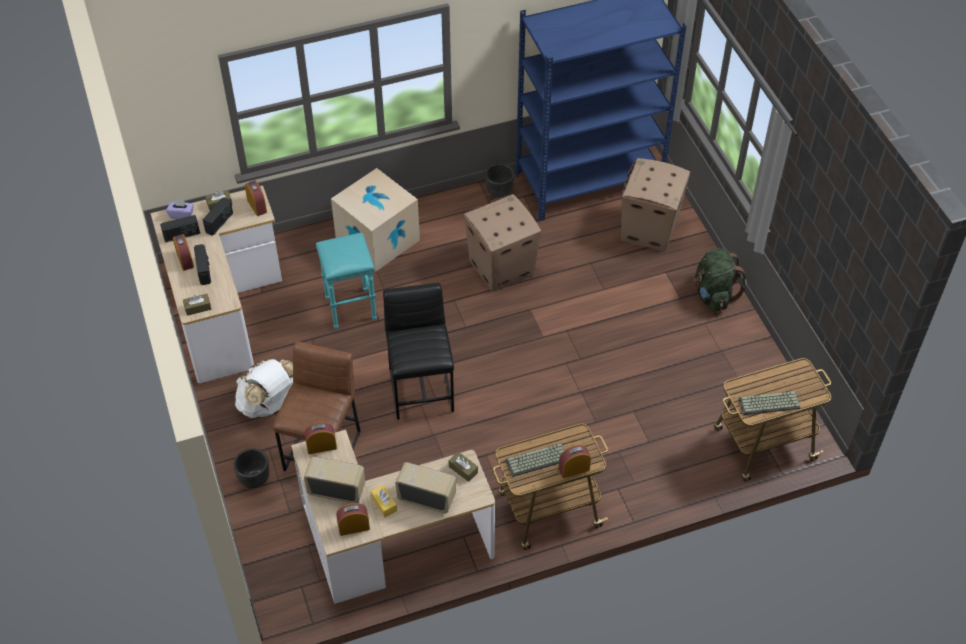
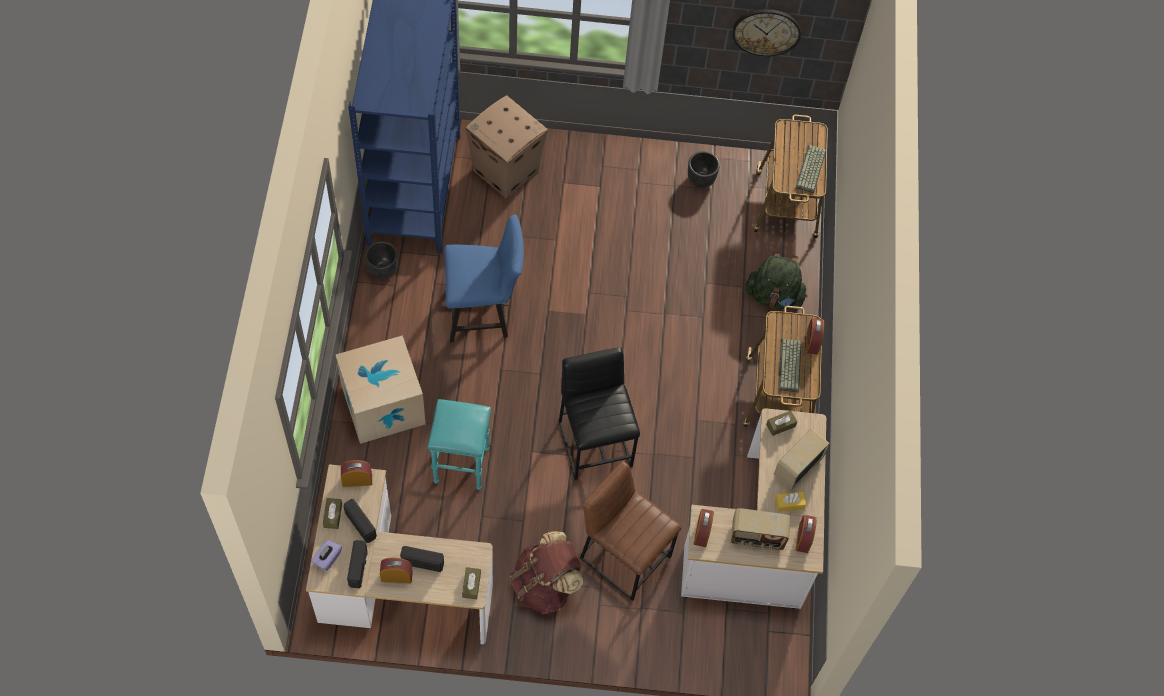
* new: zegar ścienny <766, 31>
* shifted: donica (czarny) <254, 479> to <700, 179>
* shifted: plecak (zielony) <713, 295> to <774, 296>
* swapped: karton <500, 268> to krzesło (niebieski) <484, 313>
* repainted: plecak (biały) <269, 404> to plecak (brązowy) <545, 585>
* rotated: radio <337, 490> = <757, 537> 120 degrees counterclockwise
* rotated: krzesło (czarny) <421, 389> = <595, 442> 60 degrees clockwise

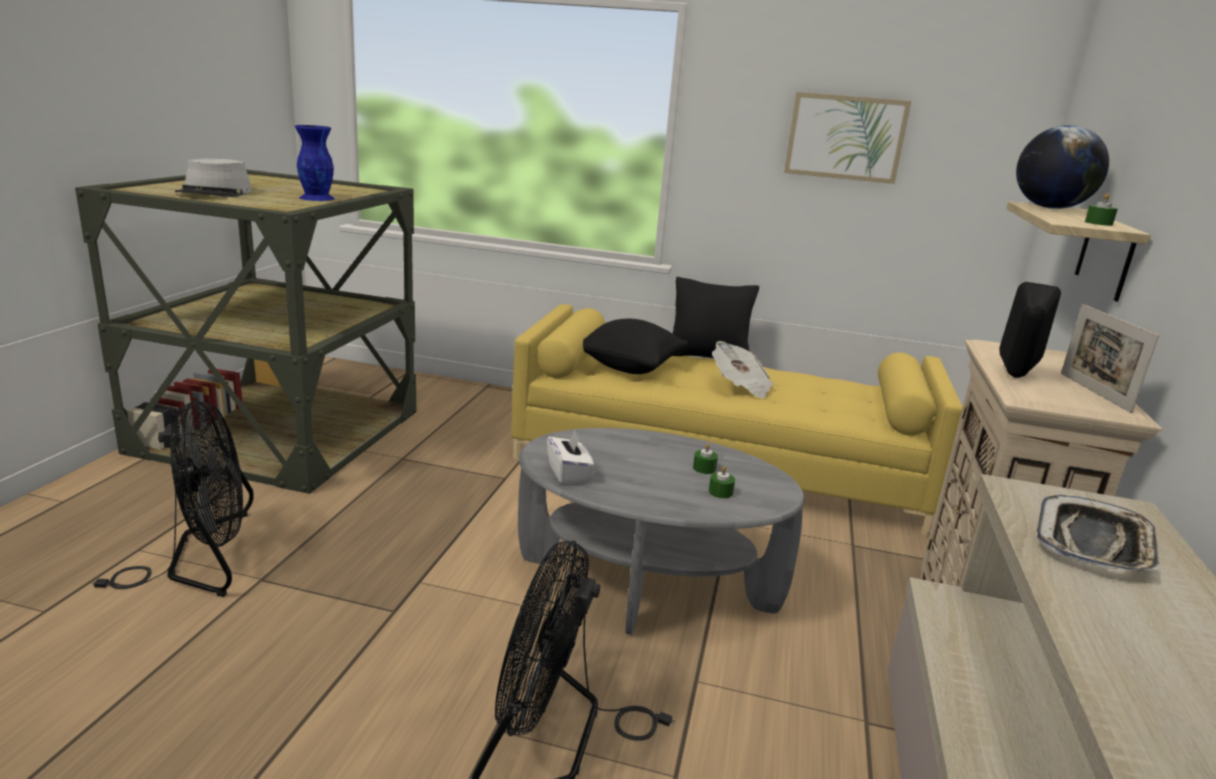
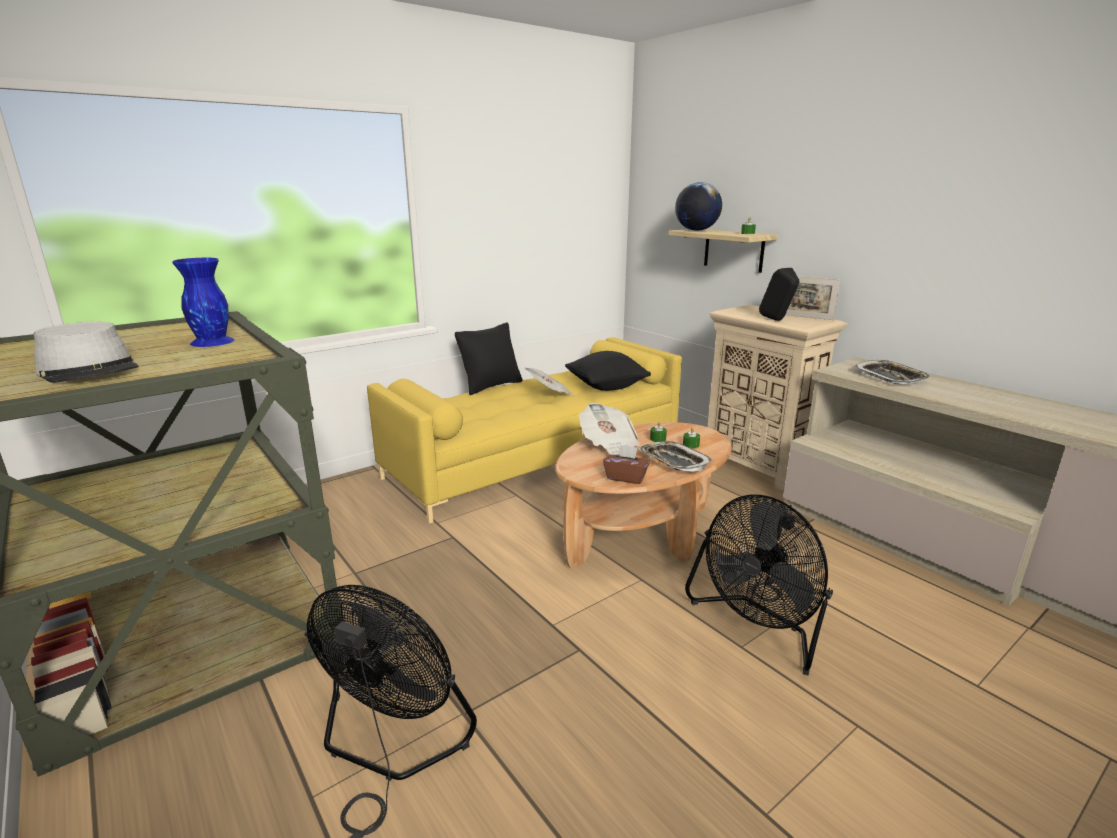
* gone: obraz <845, 137>
* new: gazeta <609, 445>
* new: taca <673, 461>
* shifted: poduszka (czarny) <630, 367> to <606, 387>
* repainted: ława (szary) <646, 585> to ława (brązowy) <641, 535>
* repainted: pudełko chusteczek (biały) <568, 473> to pudełko chusteczek (brązowy) <626, 477>

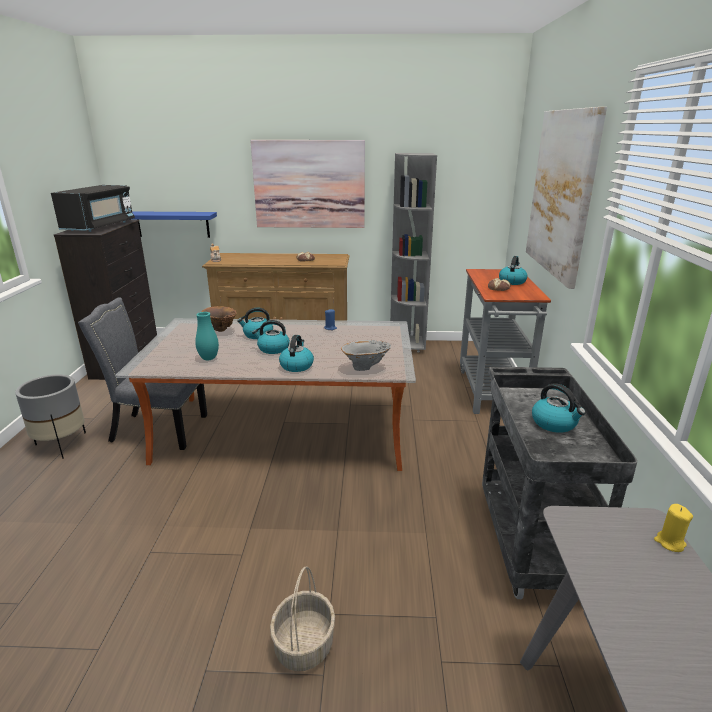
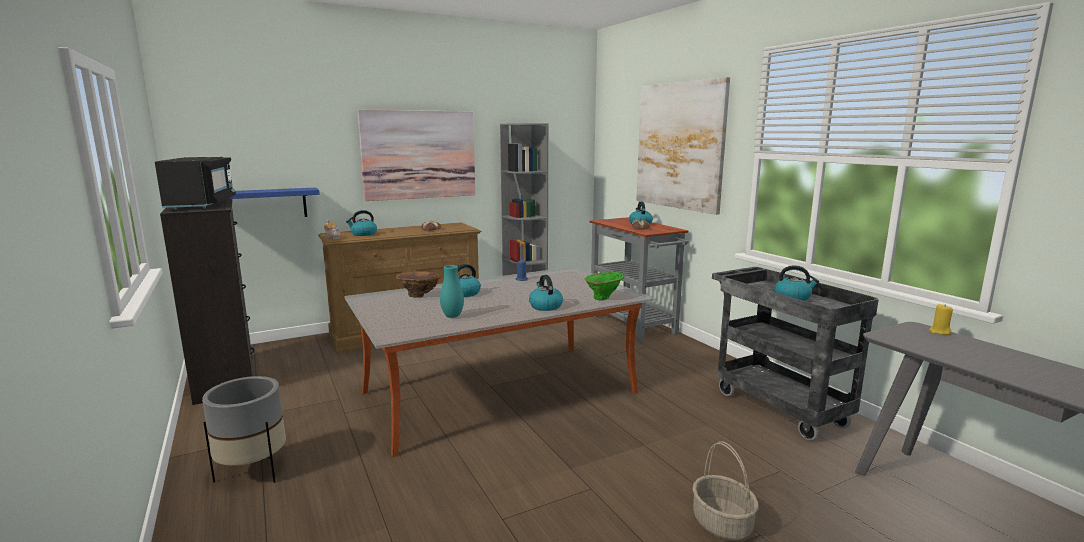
* gone: krzesło (szary) <161, 430>
* shifted: czajnik <273, 349> to <363, 234>
* repainted: wazon (szary) <366, 368> to wazon (zielony) <604, 298>

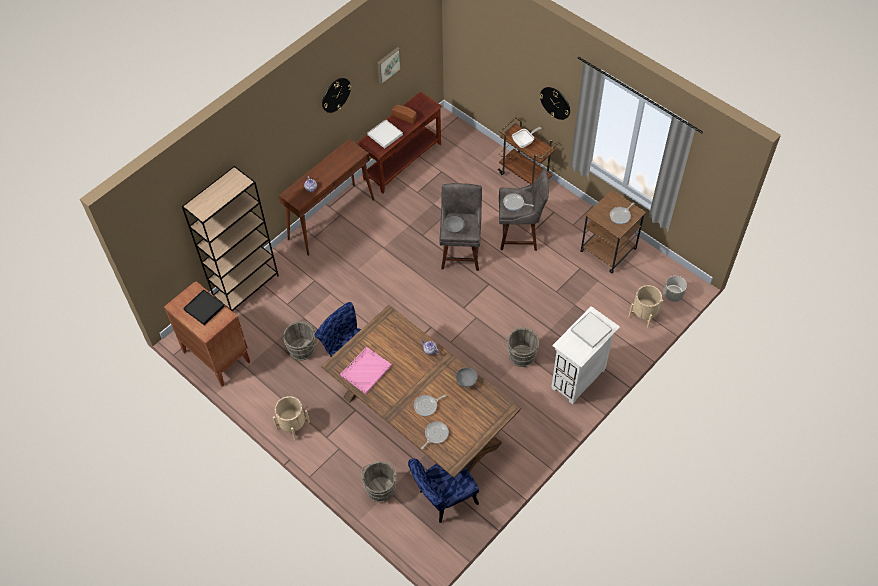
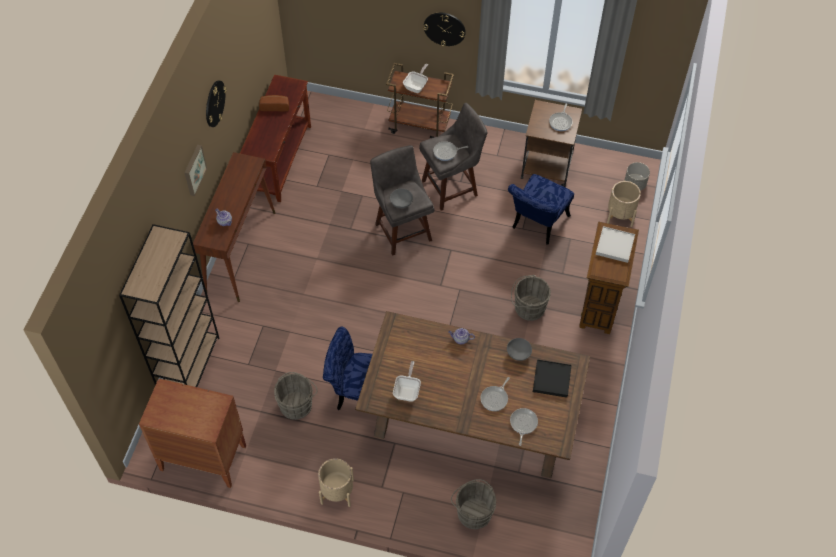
* gone: taca (biały) <385, 135>
* shifted: taca (czarny) <204, 308> to <552, 379>
* shifted: obraz <388, 65> to <193, 170>
* shifted: krzesło (niebieski) <443, 498> to <537, 225>
* swapped: taca (różowy) <366, 370> to patelnia <407, 390>
* repainted: szafka (biały) <578, 380> to szafka (brązowy) <599, 308>

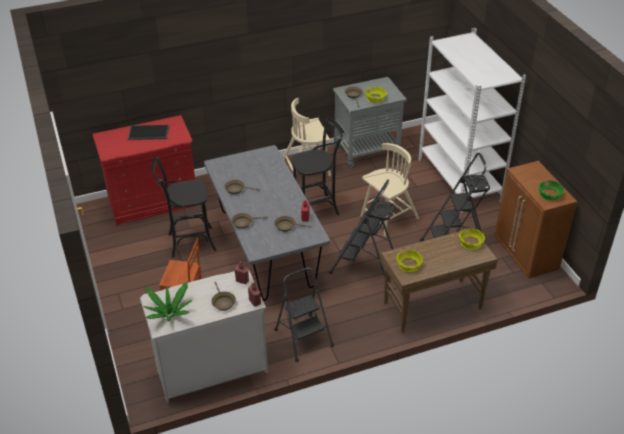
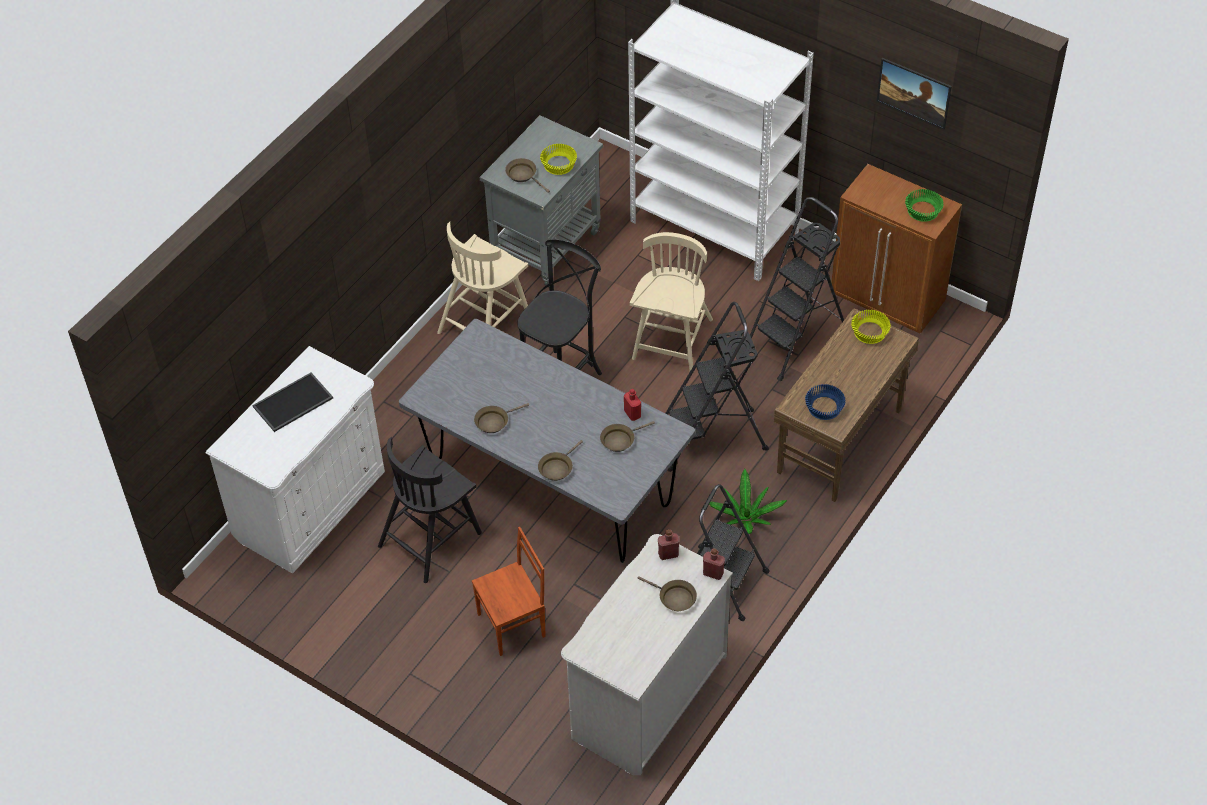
* new: obraz <912, 103>
* shifted: roślina doniczkowa <169, 313> to <745, 517>
* swapped: stołek (czarny) <189, 242> to krzesło (czarny) <431, 537>
* repainted: komoda (czerwony) <153, 203> to komoda (biały) <311, 505>
* repainted: miska (żółty) <409, 265> to miska (niebieski) <825, 408>

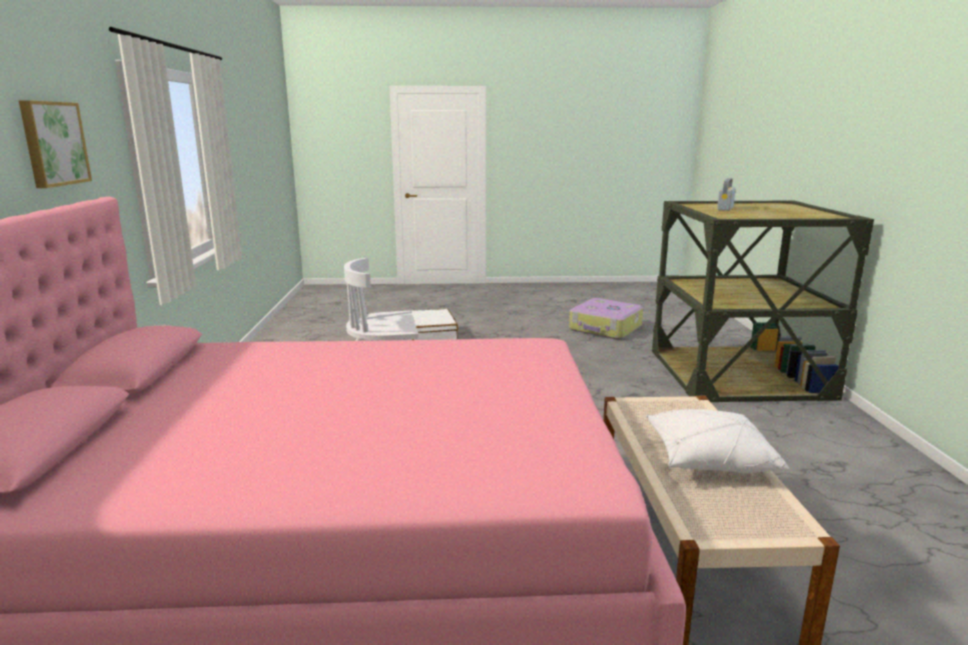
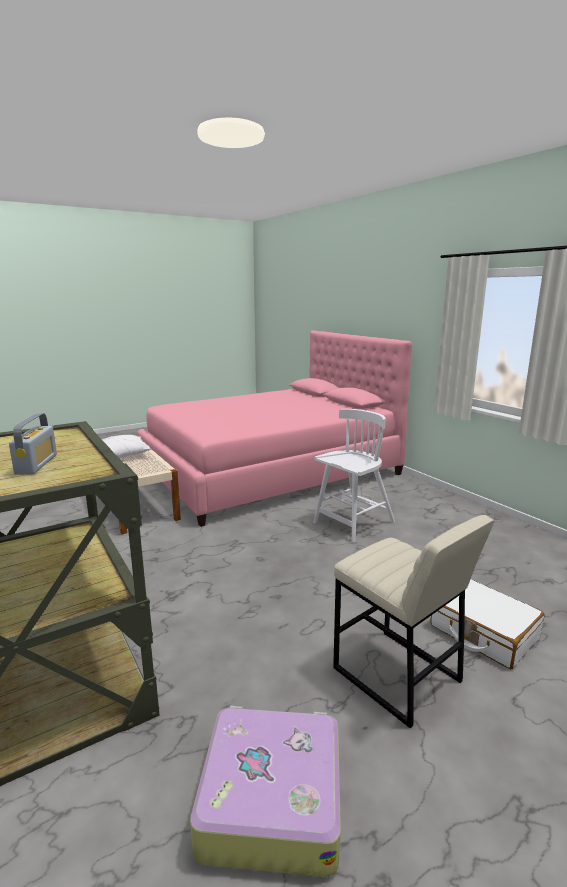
* gone: obraz <53, 143>
* new: krzesło (beżowy) <399, 676>

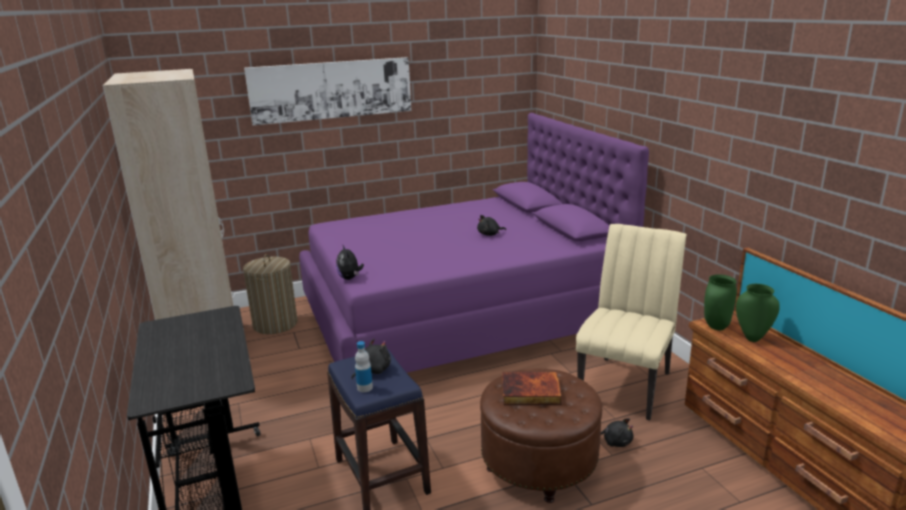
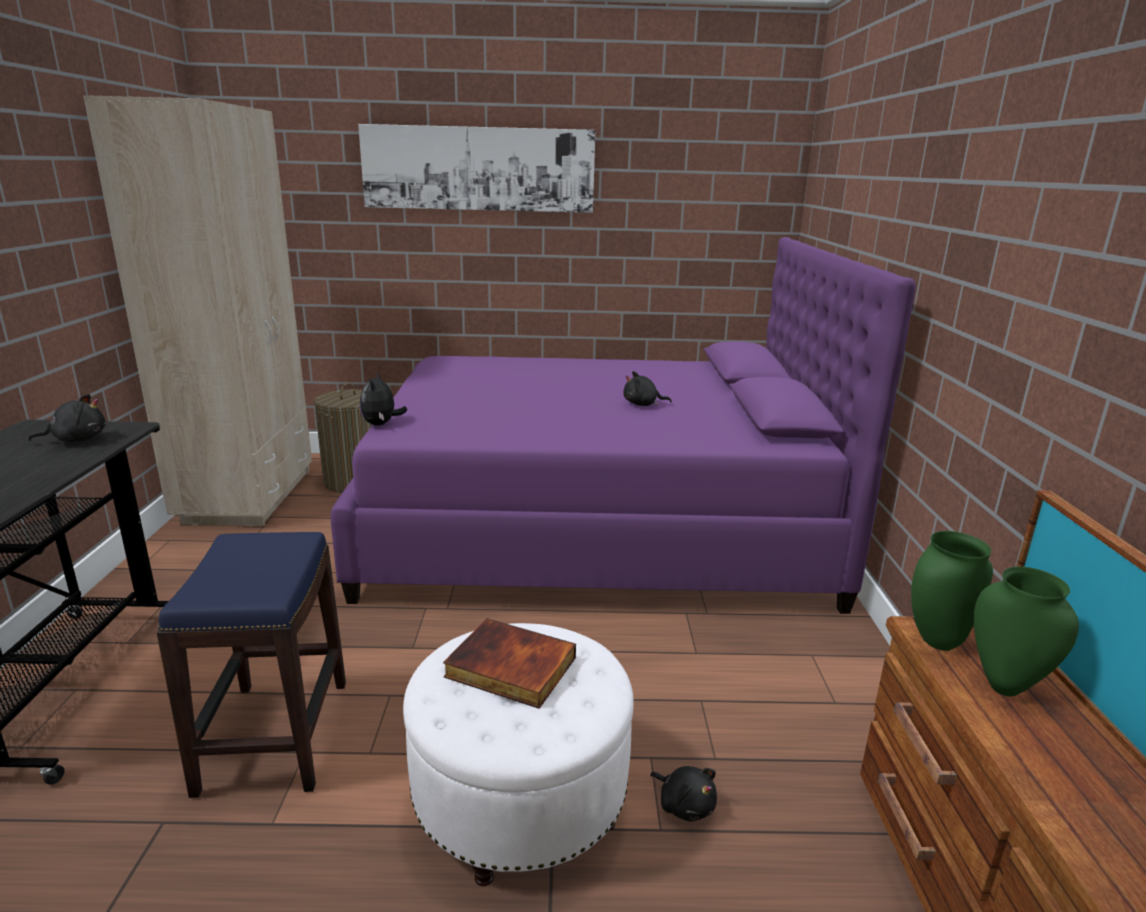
* gone: butelka <365, 388>
* gone: krzesło (beżowy) <625, 387>
* shifted: pluszak (czarny) <373, 370> to <76, 439>
* repainted: pufa (brązowy) <539, 464> to pufa (biały) <520, 802>

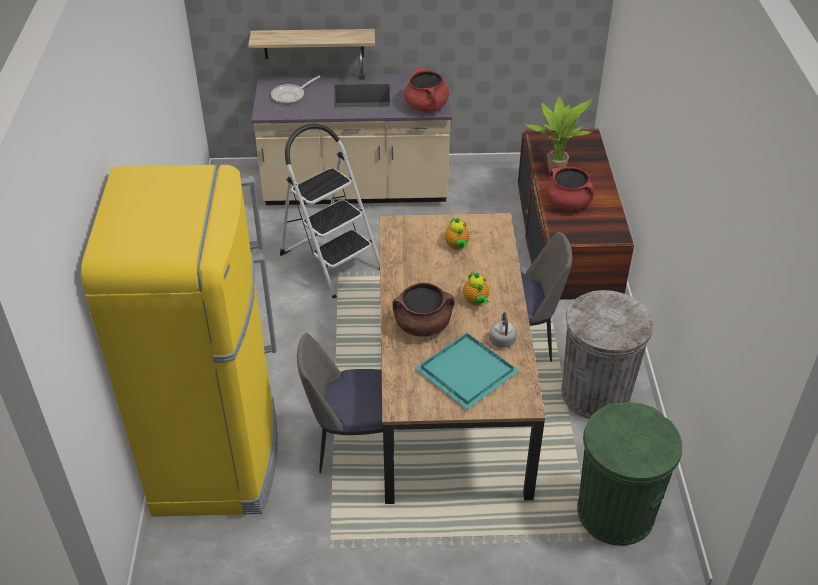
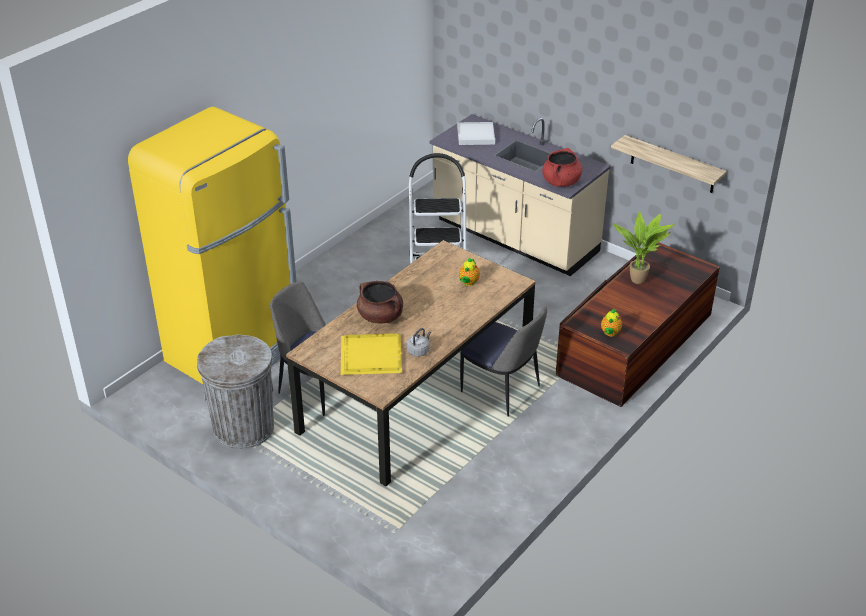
* gone: garnek (czerwony) <568, 203>
* gone: kosz na śmieci (zielony) <615, 513>
* shifted: półka <313, 43> to <672, 165>
* shifted: imbryk <476, 301> to <610, 333>
* shifted: kosz na śmieci (szary) <596, 394> to <244, 428>
* swapped: patelnia <290, 96> to taca (biały) <476, 135>
* repainted: taca (turkusowy) <469, 372> to taca (żółty) <372, 357>

